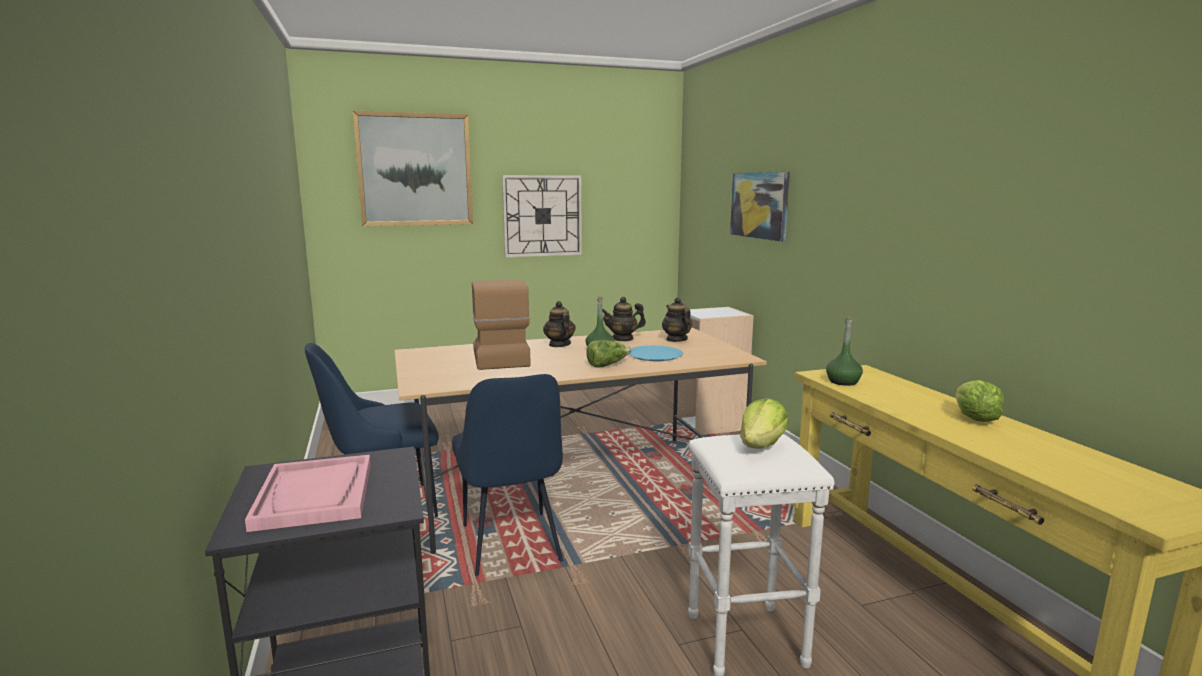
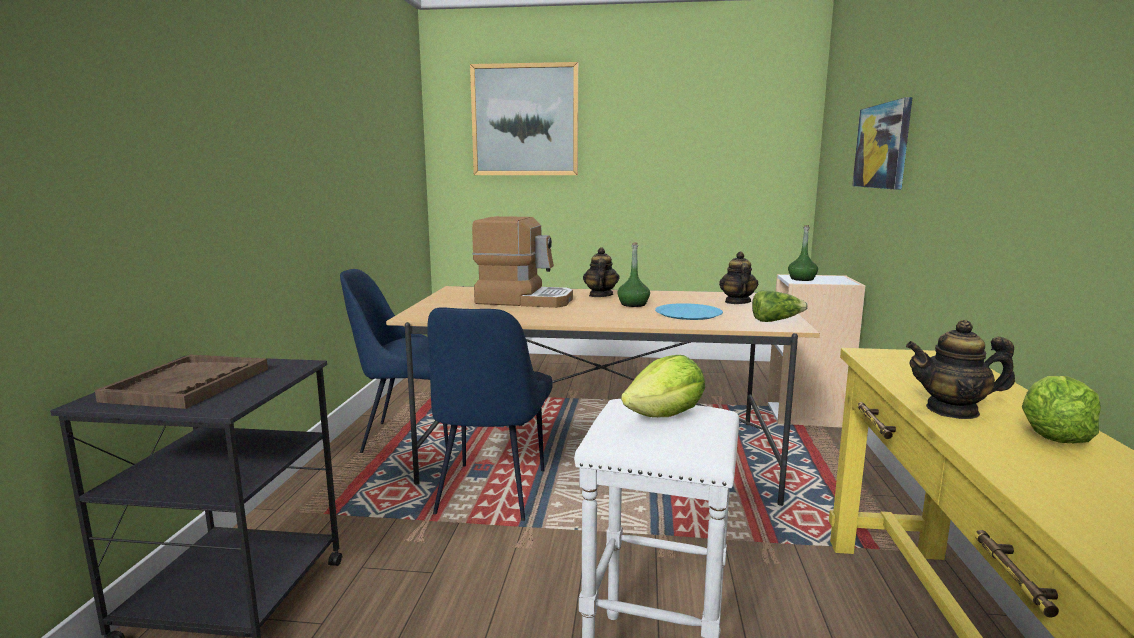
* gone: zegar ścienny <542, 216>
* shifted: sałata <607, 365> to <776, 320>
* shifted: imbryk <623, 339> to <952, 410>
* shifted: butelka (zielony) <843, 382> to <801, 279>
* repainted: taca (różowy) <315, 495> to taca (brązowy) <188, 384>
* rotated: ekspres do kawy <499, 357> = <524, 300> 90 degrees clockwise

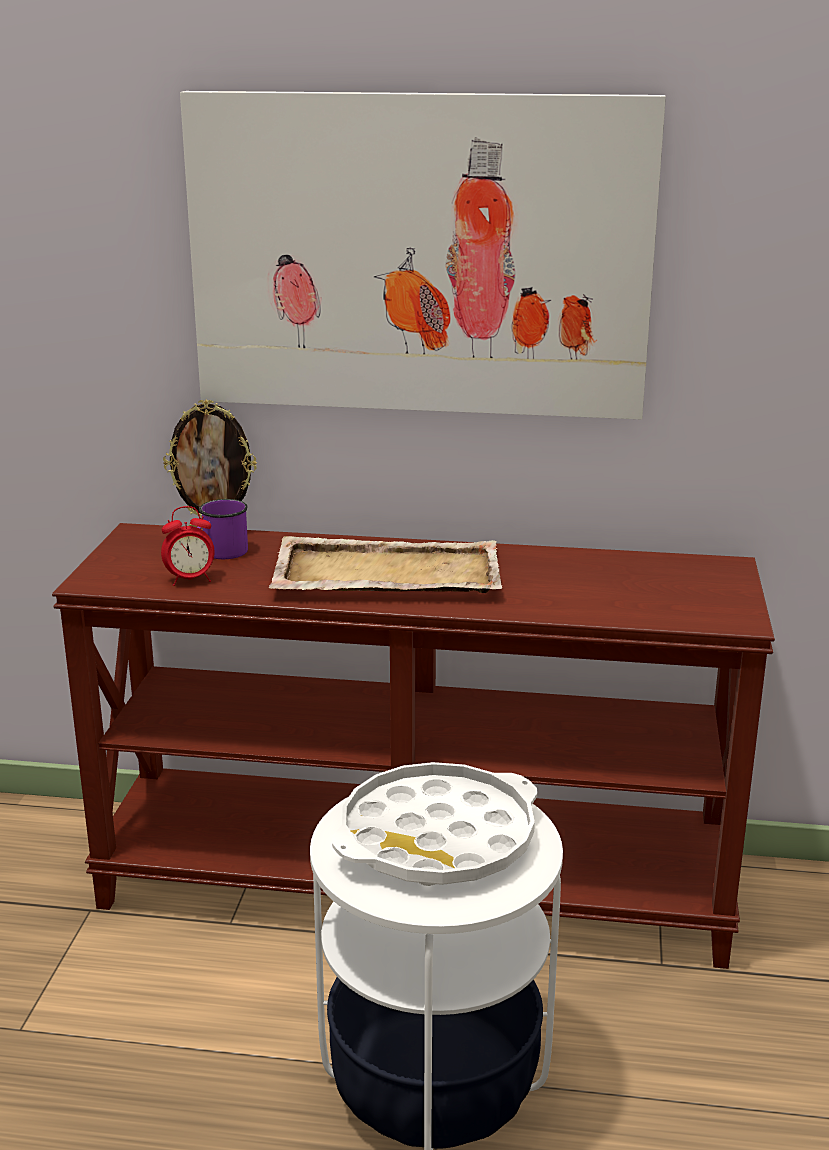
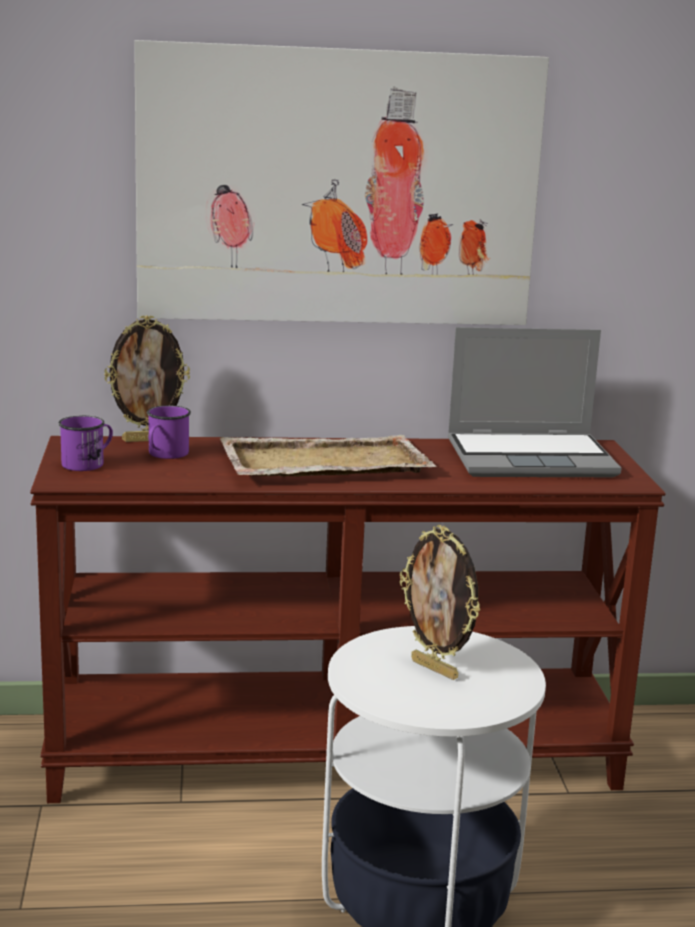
* gone: budzik <190, 580>
* new: kubek (fioletowy) <88, 463>
* new: laptop <532, 458>
* swapped: taca (biały) <437, 839> to ramka na zdjęcie <436, 669>

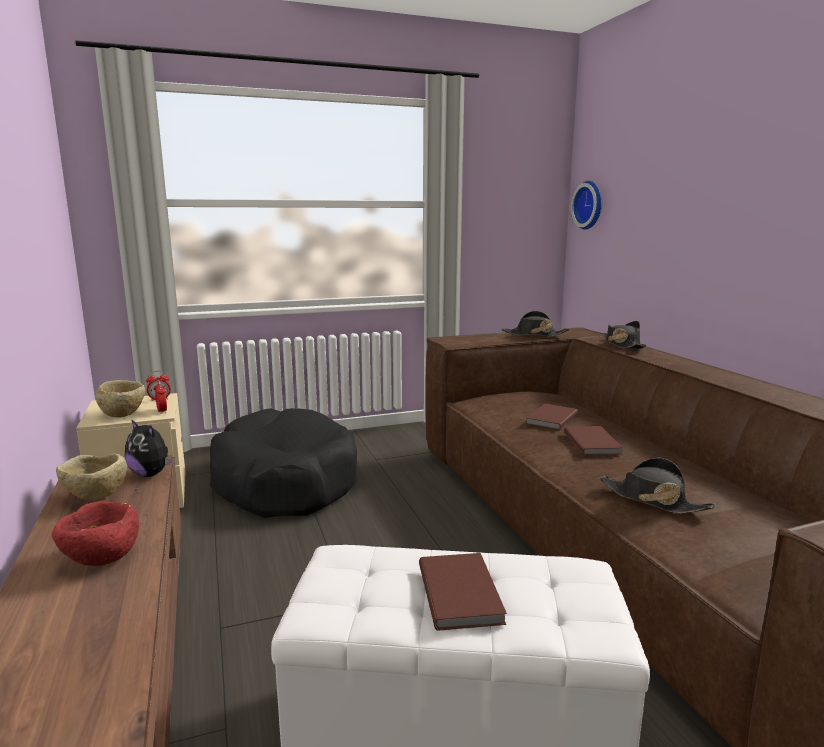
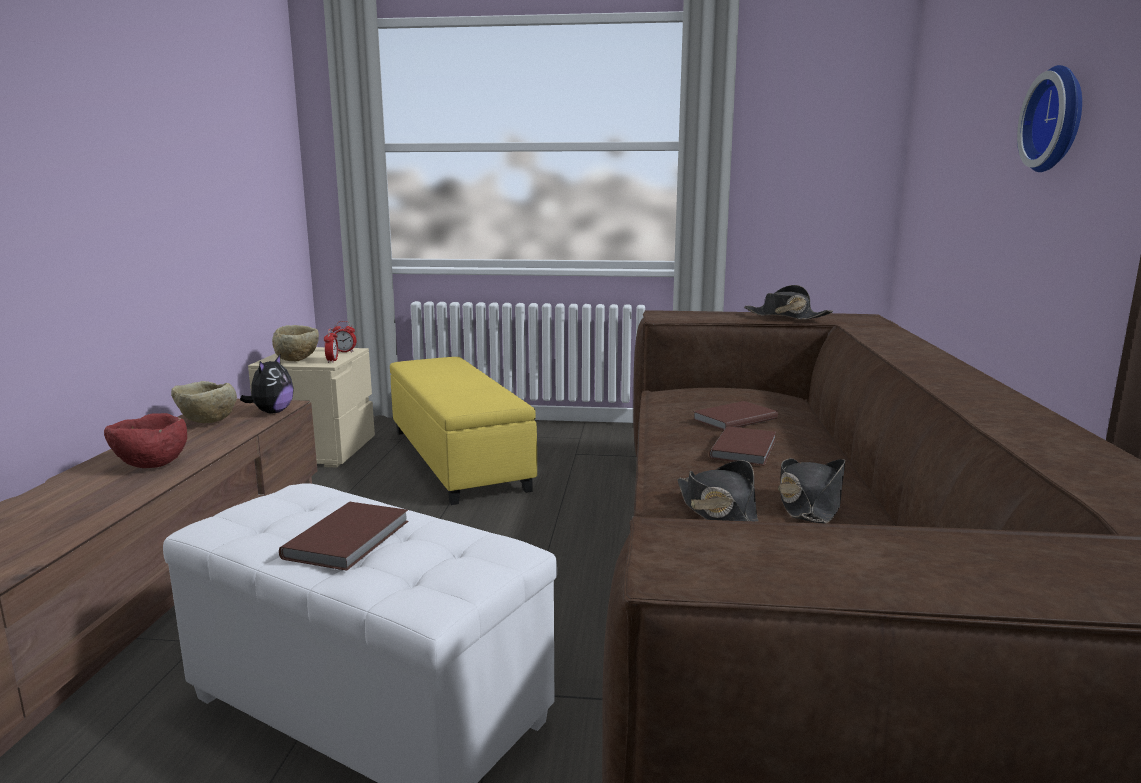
* shifted: zegar ścienny <590, 205> to <1058, 119>
* shifted: kapelusz (czarny) <622, 344> to <809, 504>
* swapped: legowisko (czarny) <284, 481> to pufa (żółty) <459, 458>
* rotated: pluszak <151, 474> = <272, 412> 135 degrees counterclockwise

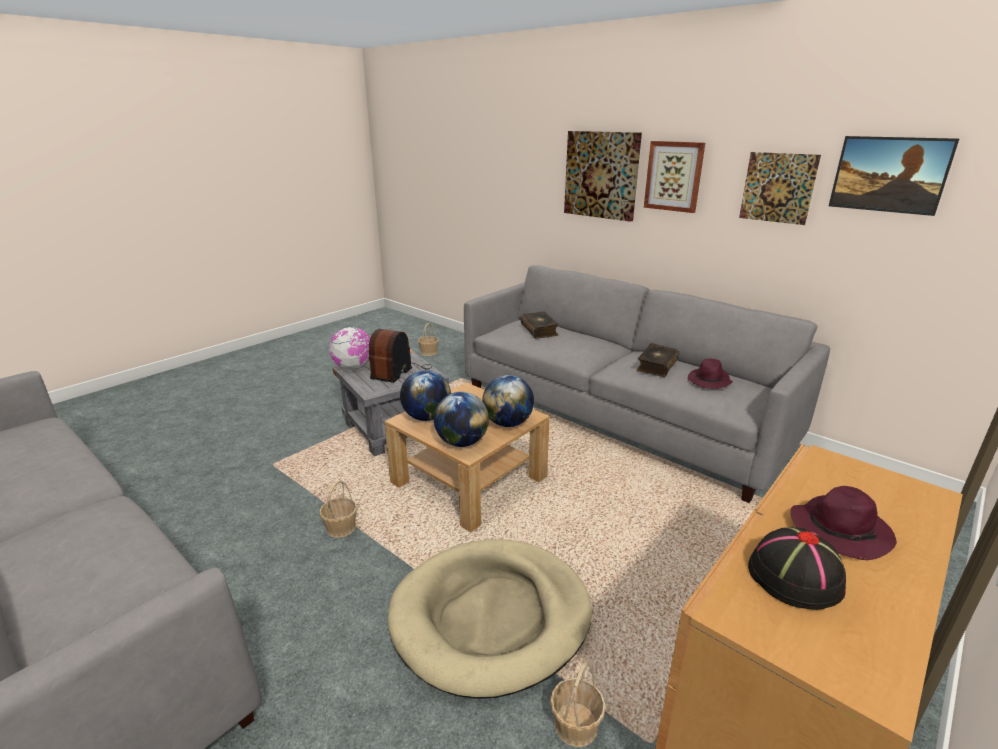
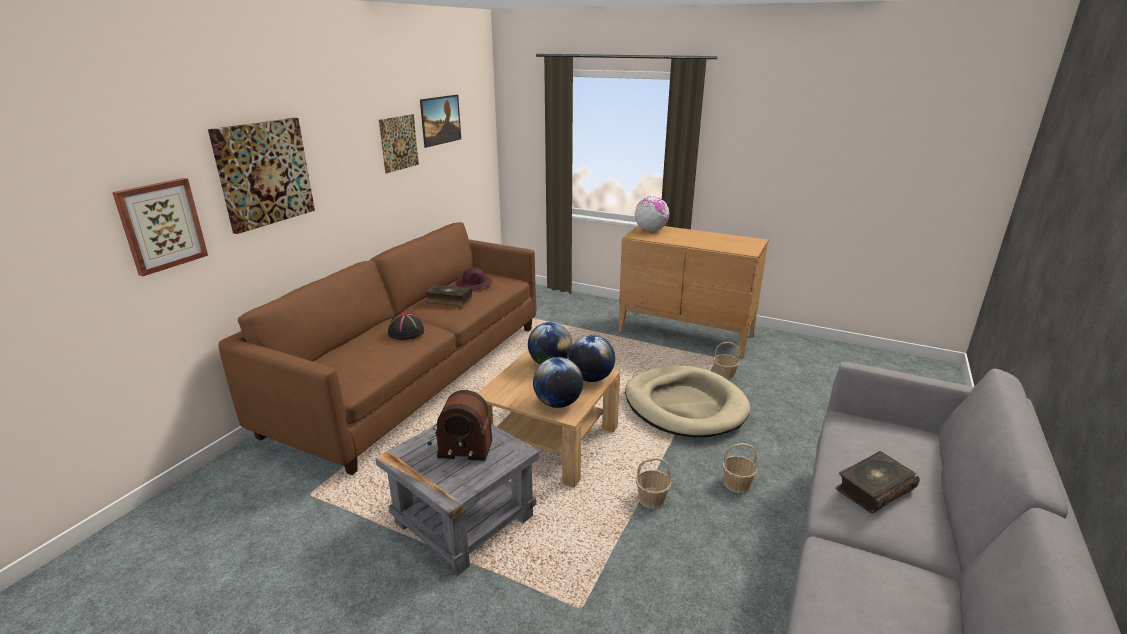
* gone: kapelusz (fioletowy) <840, 530>
* shifted: globus <354, 368> to <650, 230>
* shifted: koszyk <429, 352> to <737, 483>
* shifted: książka <539, 330> to <873, 489>
* shifted: obraz <674, 176> to <161, 225>
* shifted: kapelusz (czarny) <794, 577> to <406, 332>
* repainted: kanapa (szary) <618, 415> to kanapa (brązowy) <415, 376>

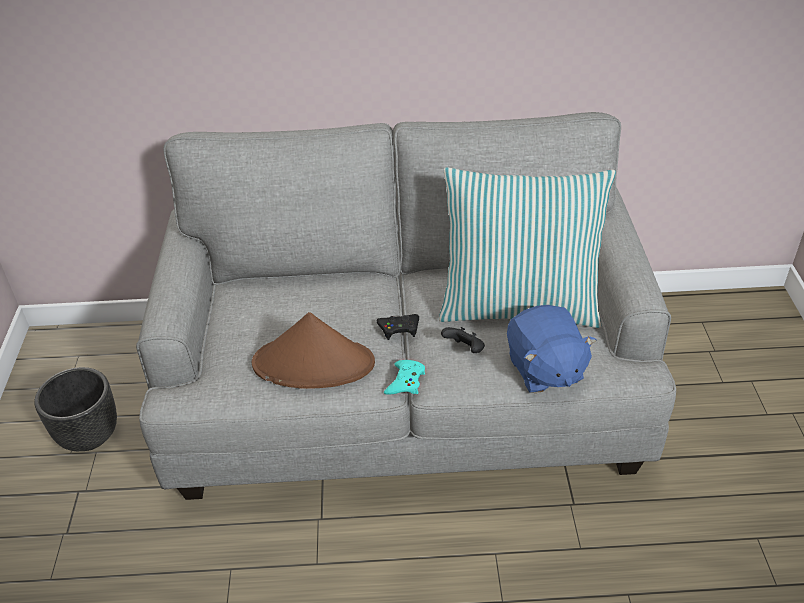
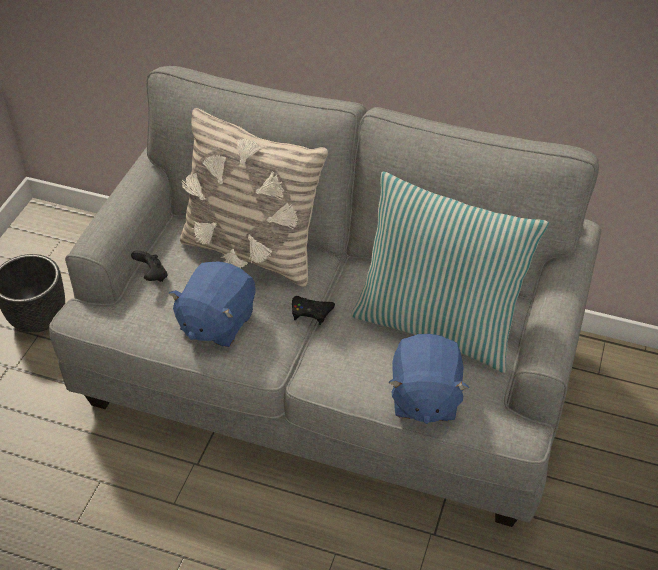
* gone: pad do gier (turkusowy) <405, 381>
* new: poduszka (beżowy) <251, 252>
* shifted: pad do gier (czarny) <465, 350> to <152, 276>
* swapped: kapelusz (brązowy) <314, 364> to pluszak (niebieski) <216, 322>

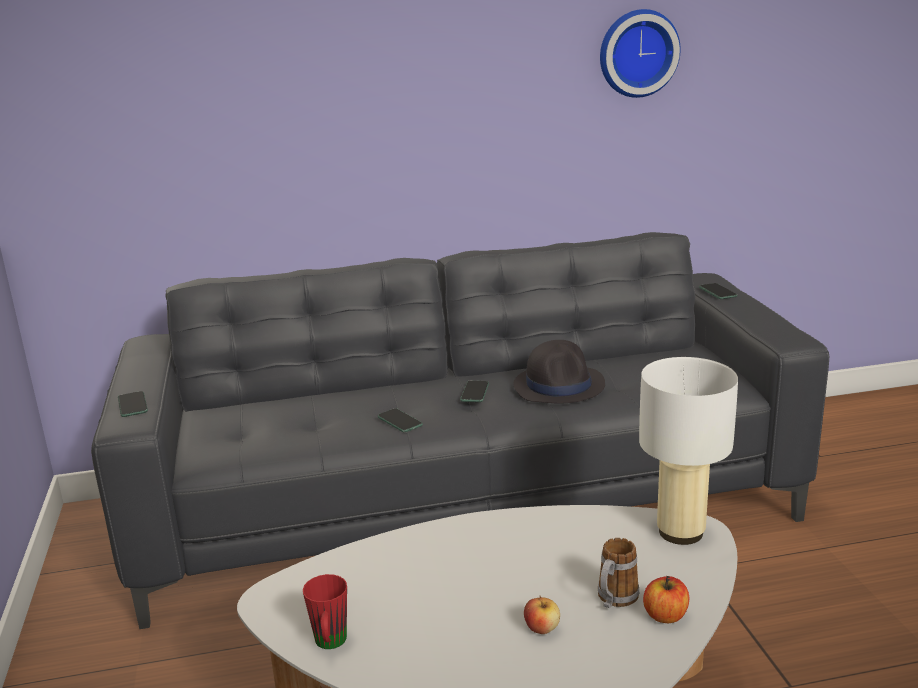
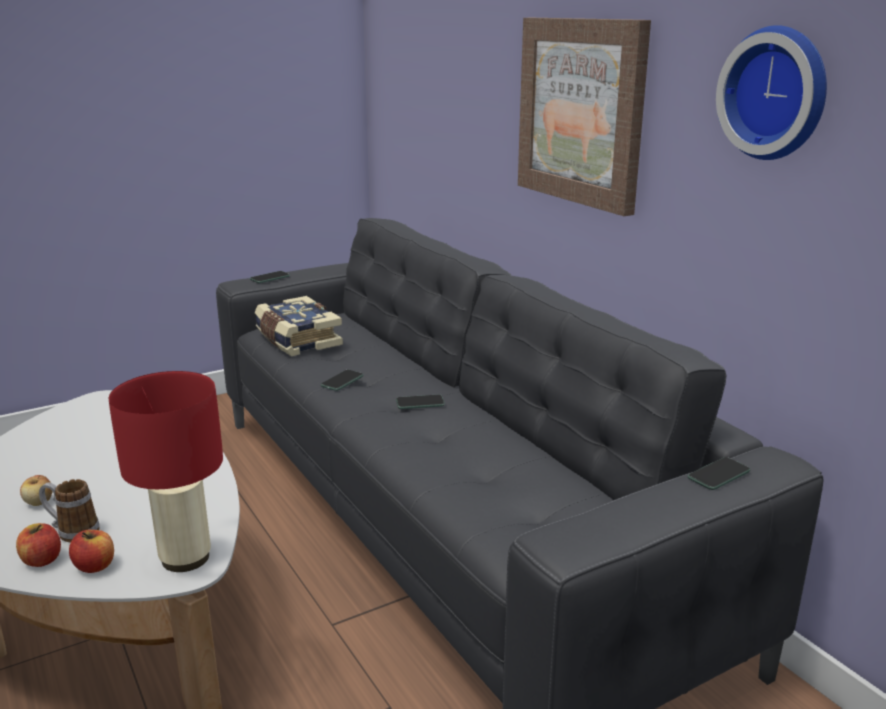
* gone: kubek (czerwony) <330, 645>
* gone: kapelusz (czarny) <559, 385>
* new: jabłko <95, 566>
* new: książka <297, 340>
* new: obraz <581, 112>
* repainted: lampa stołowa (biały) <682, 532> to lampa stołowa (czerwony) <186, 559>

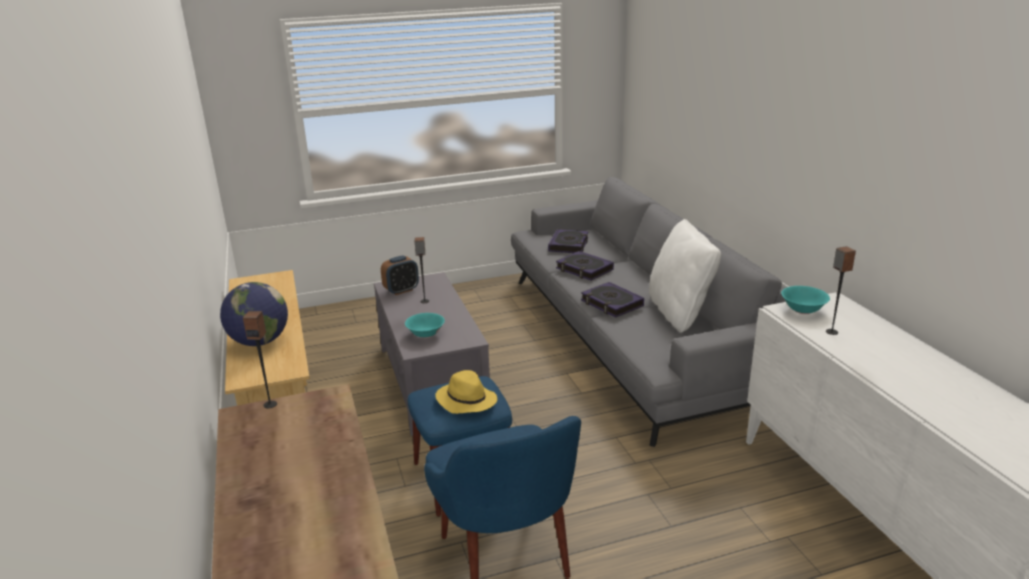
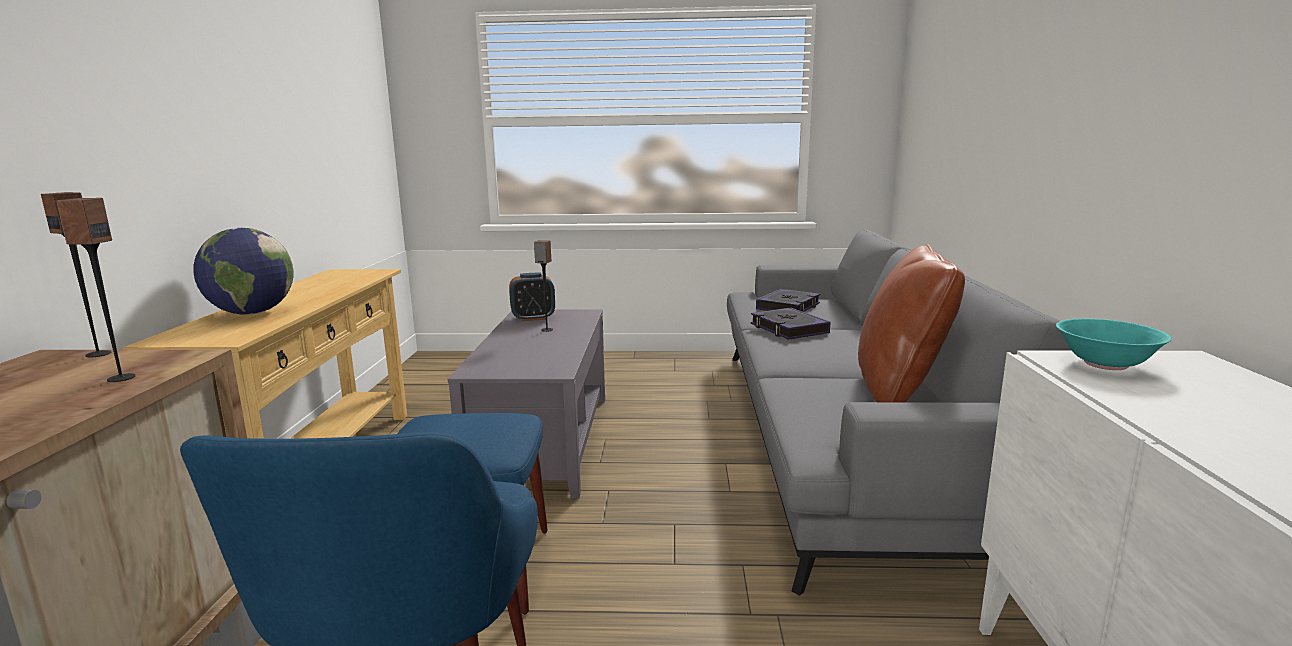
* gone: miska (turkusowy) <425, 334>
* gone: kapelusz (żółty) <465, 400>
* gone: książka <611, 303>
* shifted: głośnik <831, 332> to <121, 378>
* repainted: poduszka (biały) <679, 313> to poduszka (brązowy) <900, 389>

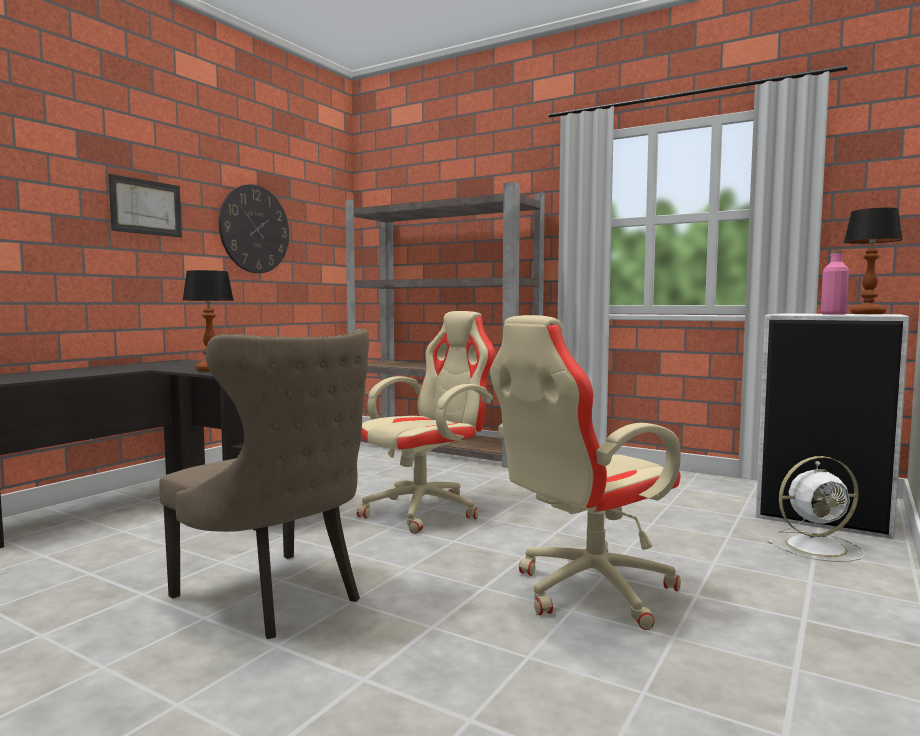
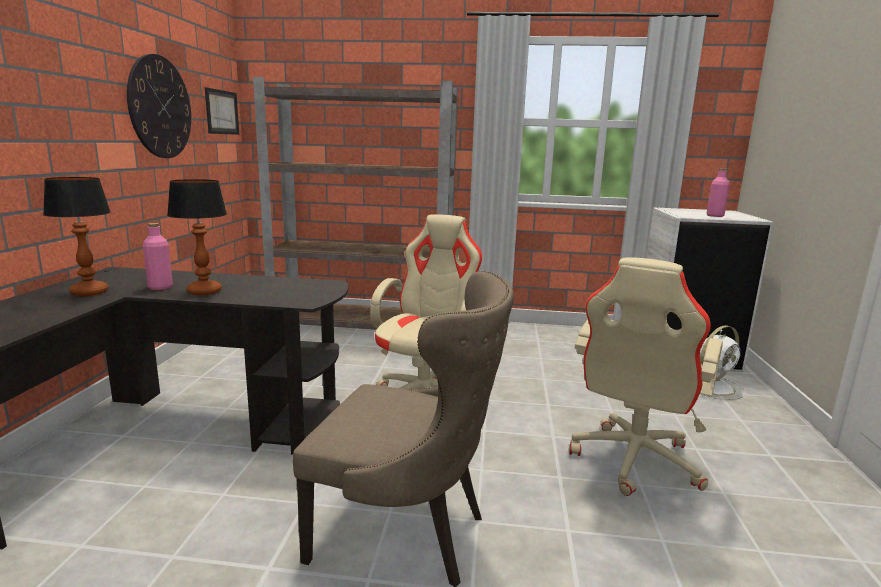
* new: butelka (różowy) <160, 287>
* shifted: obraz <146, 207> to <222, 112>
* shifted: lampa stołowa <867, 314> to <89, 292>

